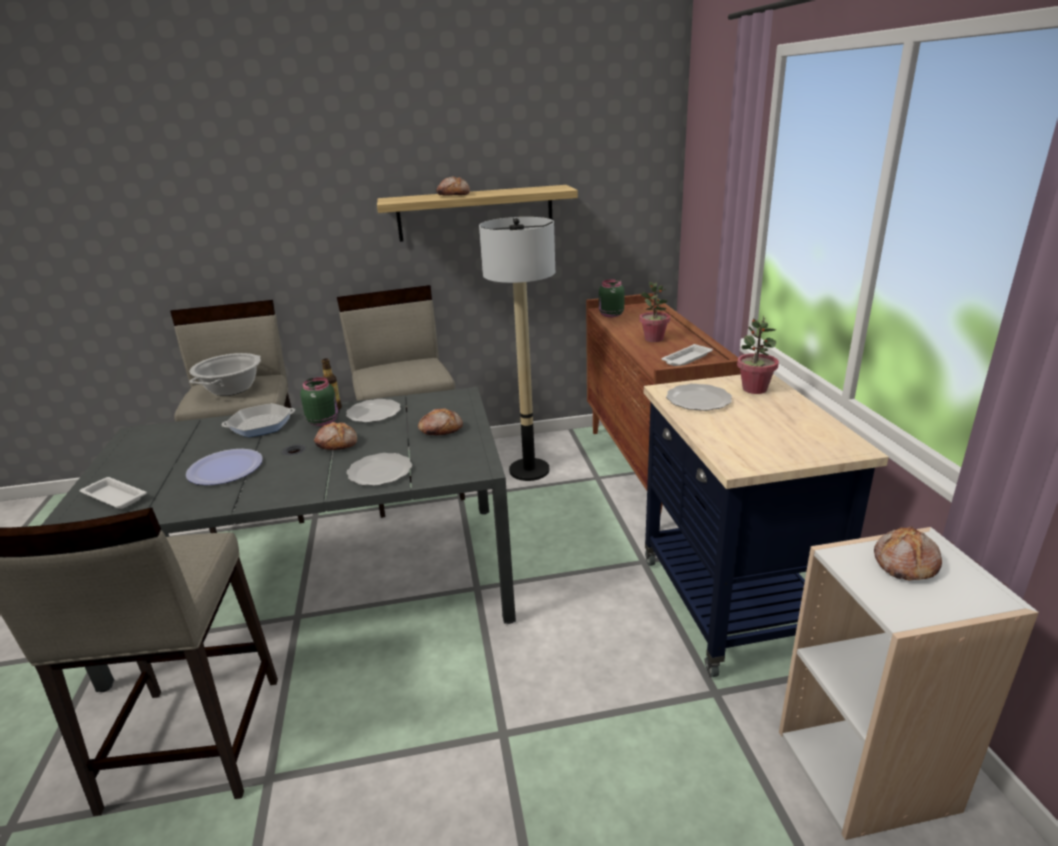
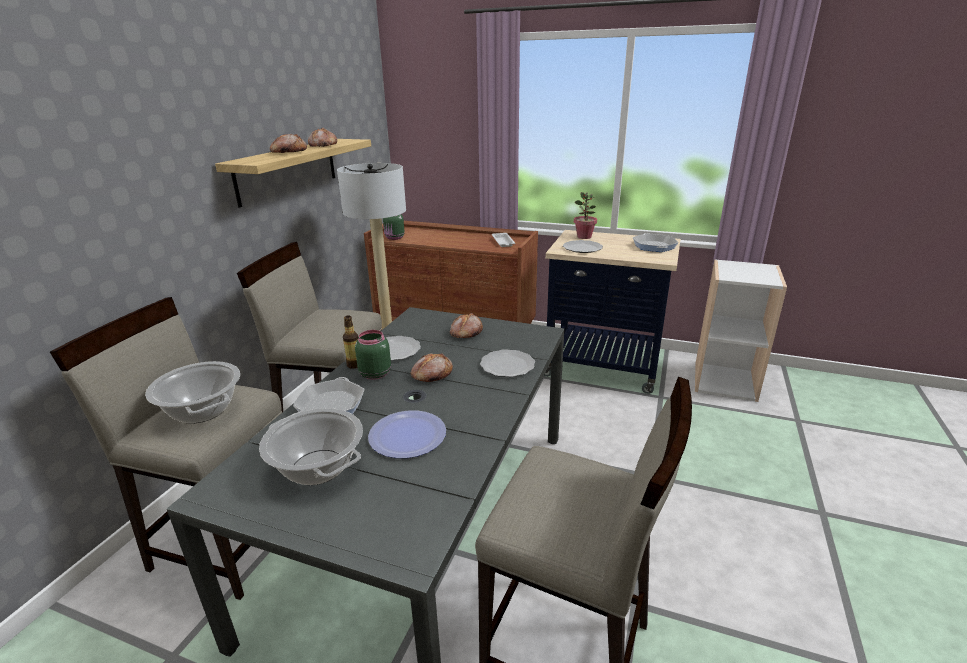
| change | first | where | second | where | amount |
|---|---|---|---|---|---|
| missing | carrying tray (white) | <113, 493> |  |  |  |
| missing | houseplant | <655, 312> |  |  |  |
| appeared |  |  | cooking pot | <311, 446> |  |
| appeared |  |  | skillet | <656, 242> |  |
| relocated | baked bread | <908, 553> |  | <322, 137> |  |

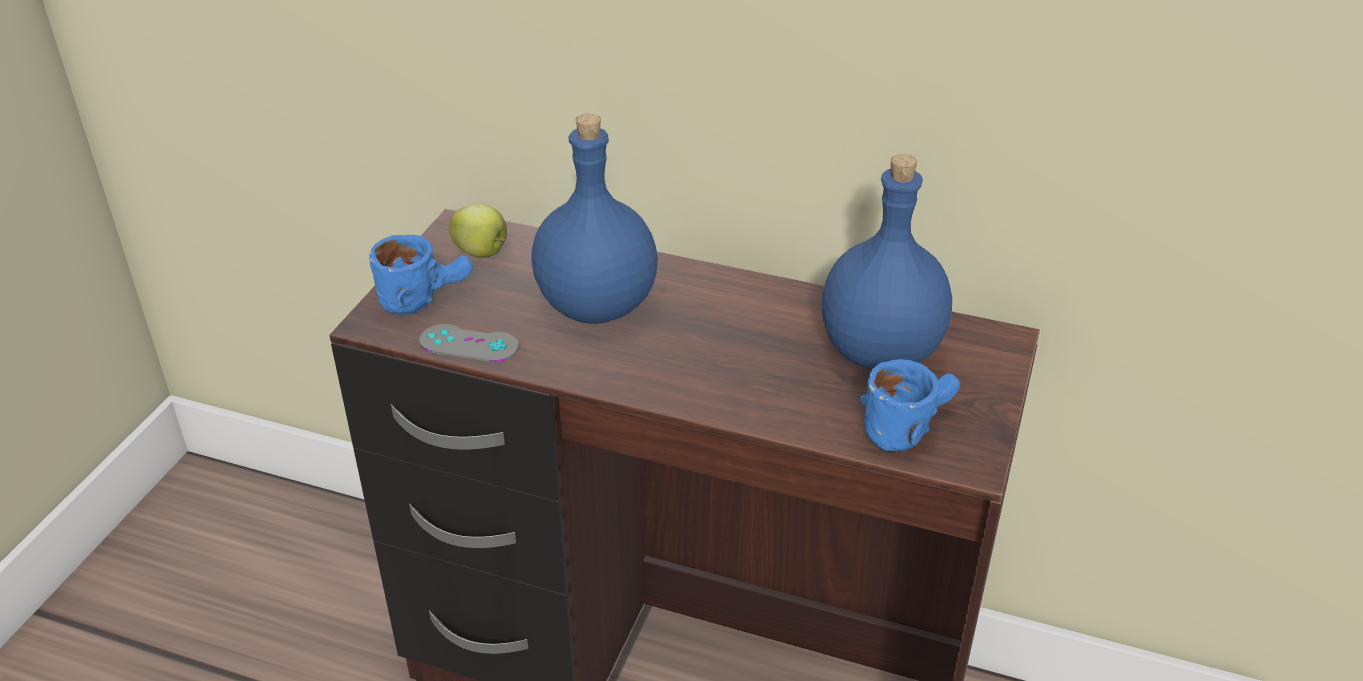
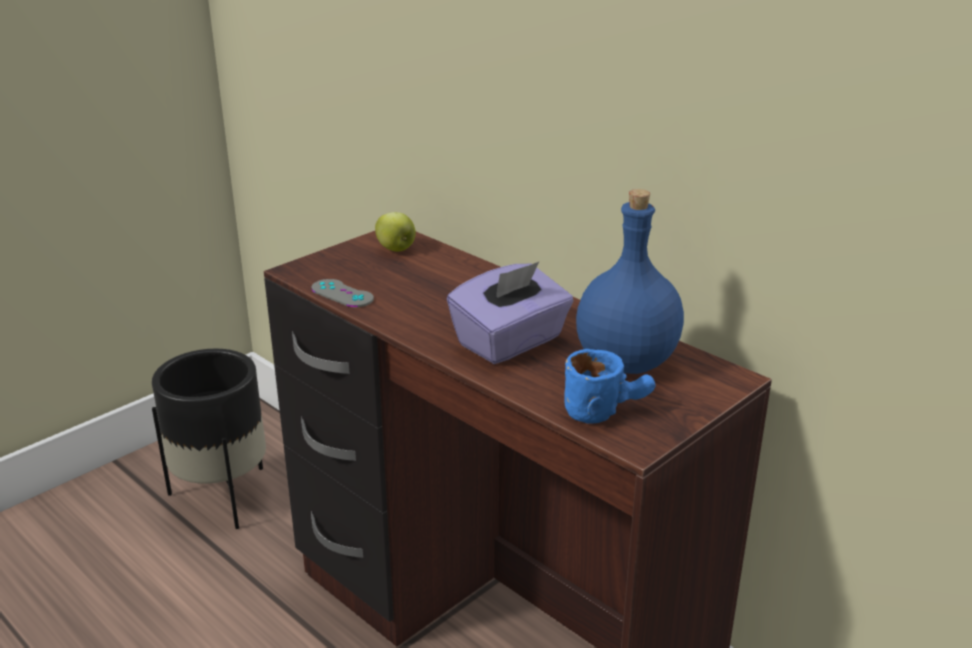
| change | first | where | second | where | amount |
|---|---|---|---|---|---|
| missing | coffee mug (blue-coloured) | <421, 275> |  |  |  |
| missing | beverage bottle (blue-coloured) | <594, 218> |  |  |  |
| appeared |  |  | planter (blackish) | <209, 439> |  |
| appeared |  |  | tissue box (purple-coloured) | <510, 313> |  |

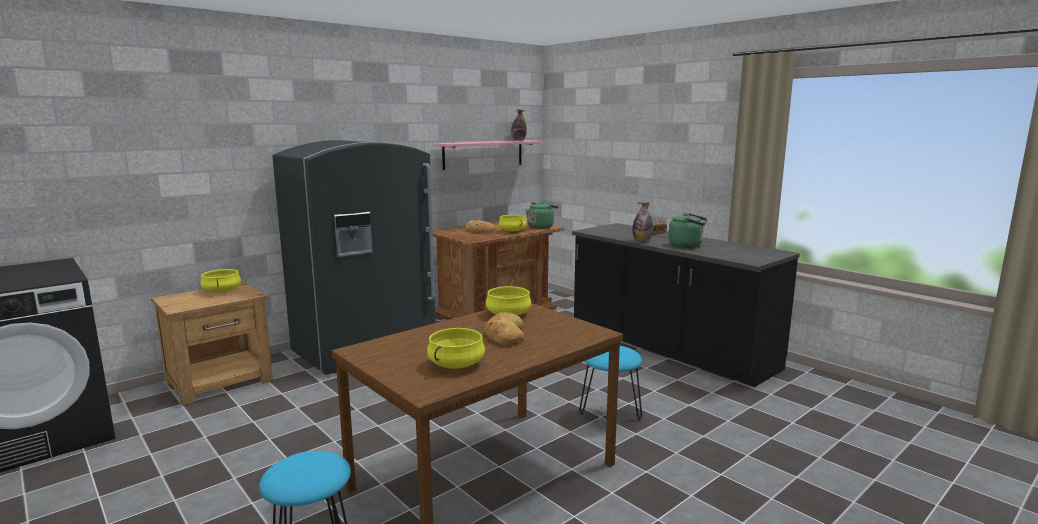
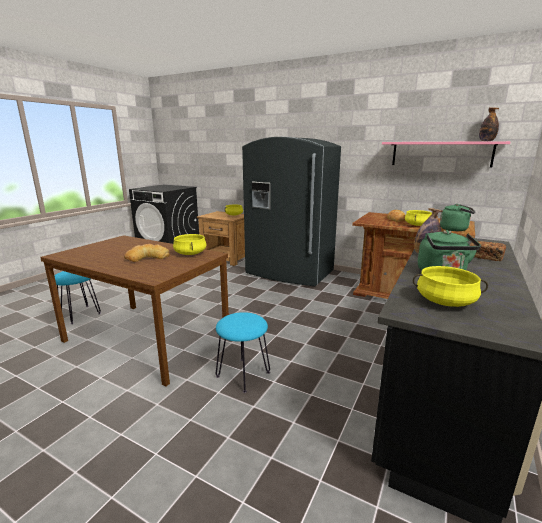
| change | first | where | second | where | amount |
|---|---|---|---|---|---|
| relocated | cooking pot (yellow) | <456, 348> |  | <450, 286> |  |

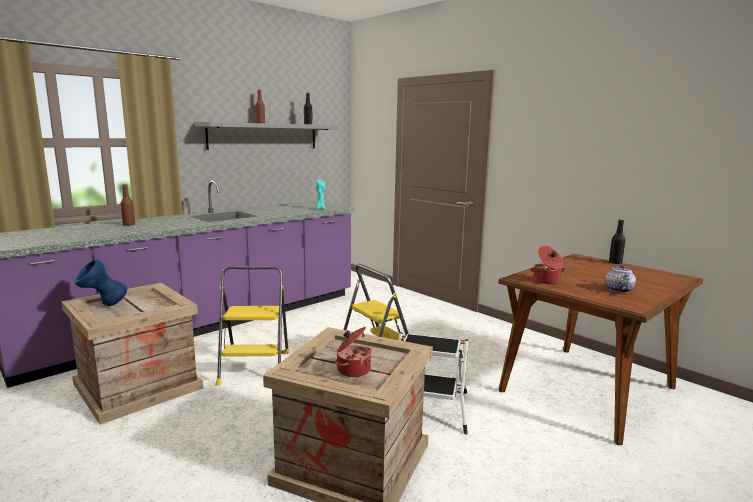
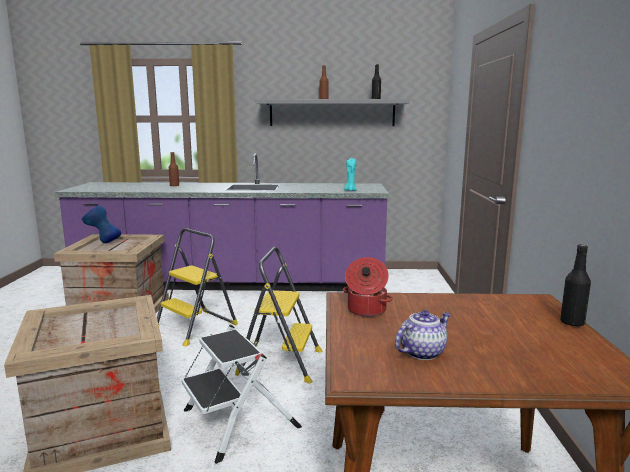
| change | first | where | second | where | amount |
|---|---|---|---|---|---|
| missing | cooking pot | <353, 352> |  |  |  |

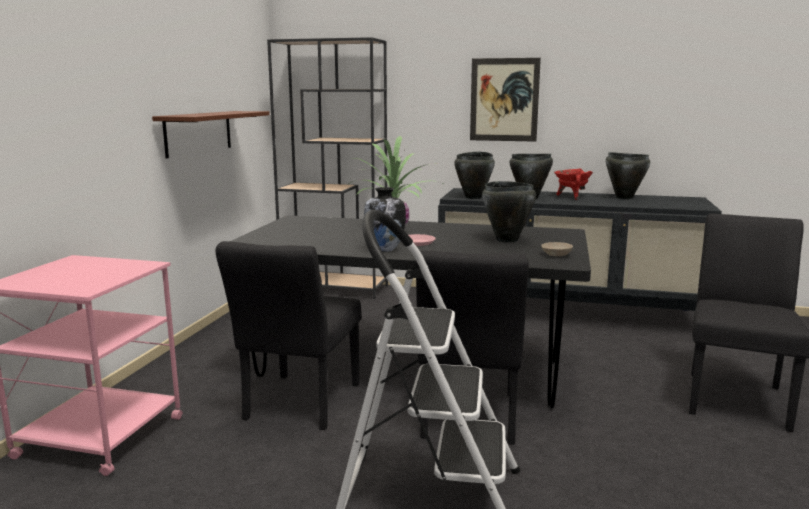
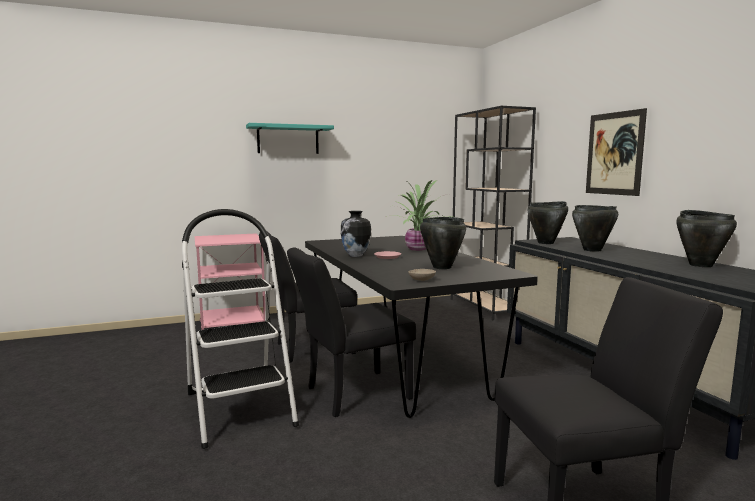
| change | first | where | second | where | amount |
|---|---|---|---|---|---|
| missing | shelf (brown) | <211, 134> |  |  |  |
| missing | cooking pot (red-coloured) | <573, 184> |  |  |  |
| appeared |  |  | shelf (blue-green) | <290, 138> |  |

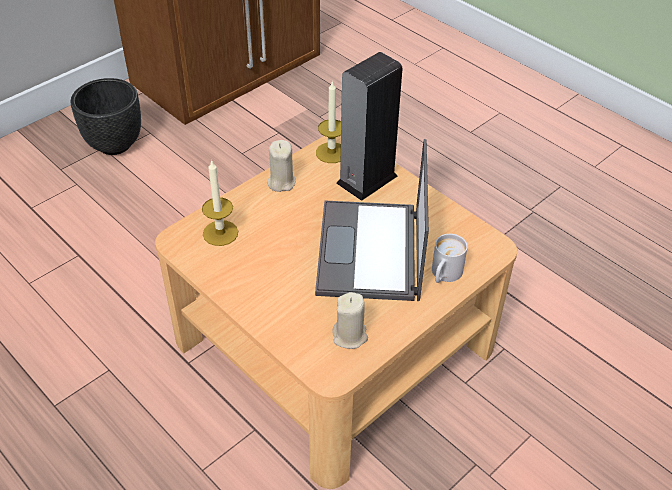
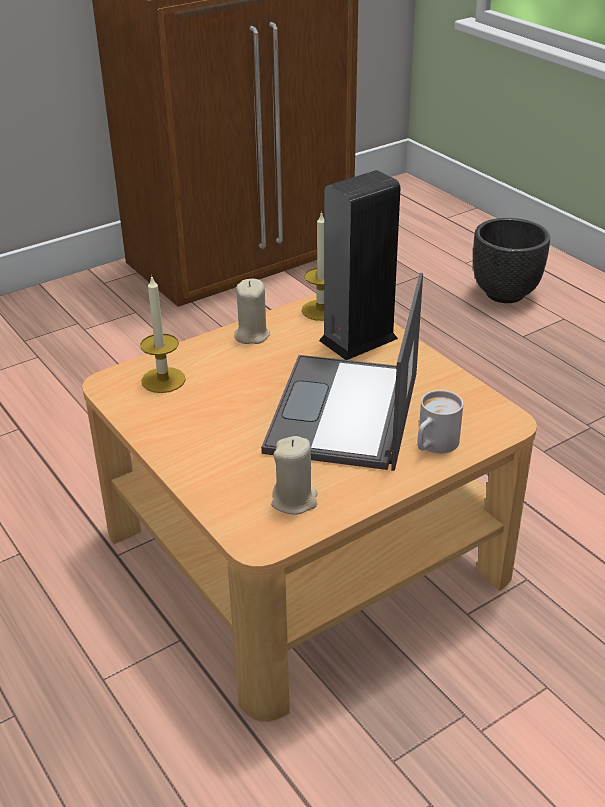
| change | first | where | second | where | amount |
|---|---|---|---|---|---|
| relocated | planter (blackish) | <105, 116> |  | <511, 260> |  |

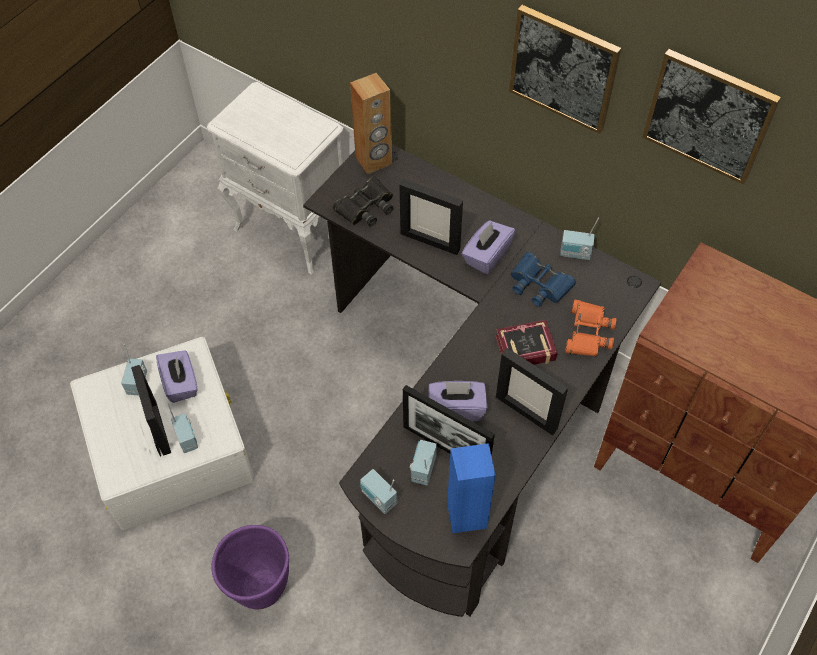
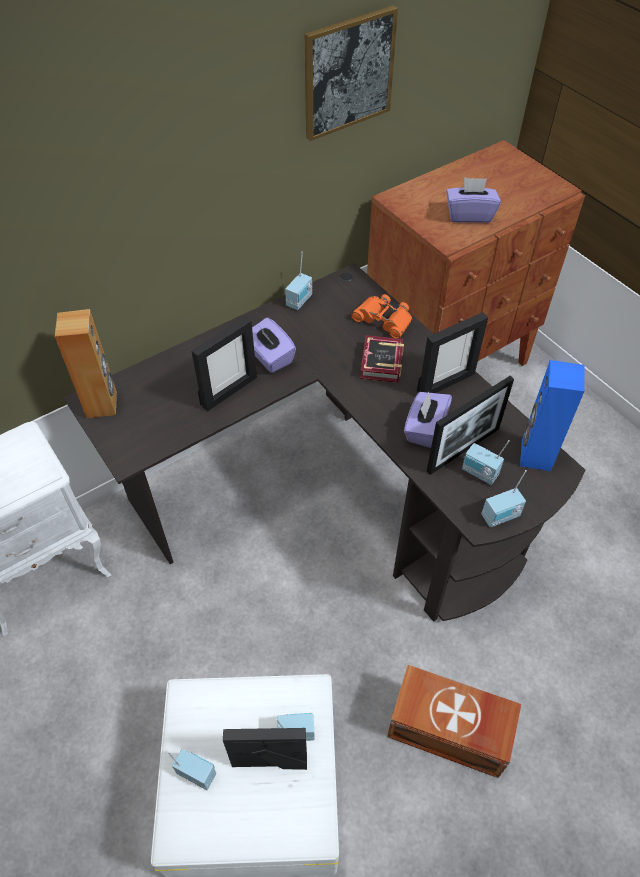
| change | first | where | second | where | amount |
|---|---|---|---|---|---|
| missing | pair of binoculars (blackish) | <363, 201> |  |  |  |
| missing | wall picture | <565, 69> |  |  |  |
| missing | pair of binoculars (blue-coloured) | <543, 279> |  |  |  |
| relocated | tissue box (purple-coloured) | <177, 376> |  | <473, 200> |  |
| exchanged | planter (purple-coloured) | <250, 567> | storage box (brown) | <454, 721> |  |

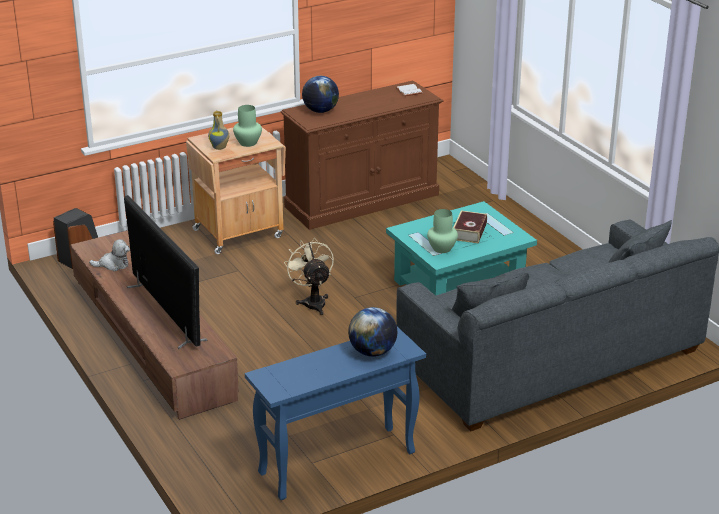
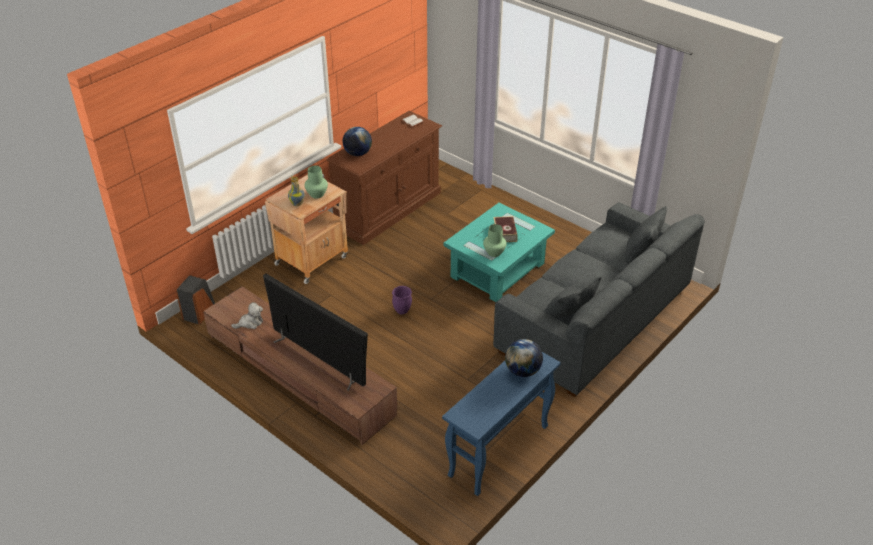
| change | first | where | second | where | amount |
|---|---|---|---|---|---|
| exchanged | fan (sand-coloured) | <309, 276> | planter (purple-coloured) | <402, 300> |  |

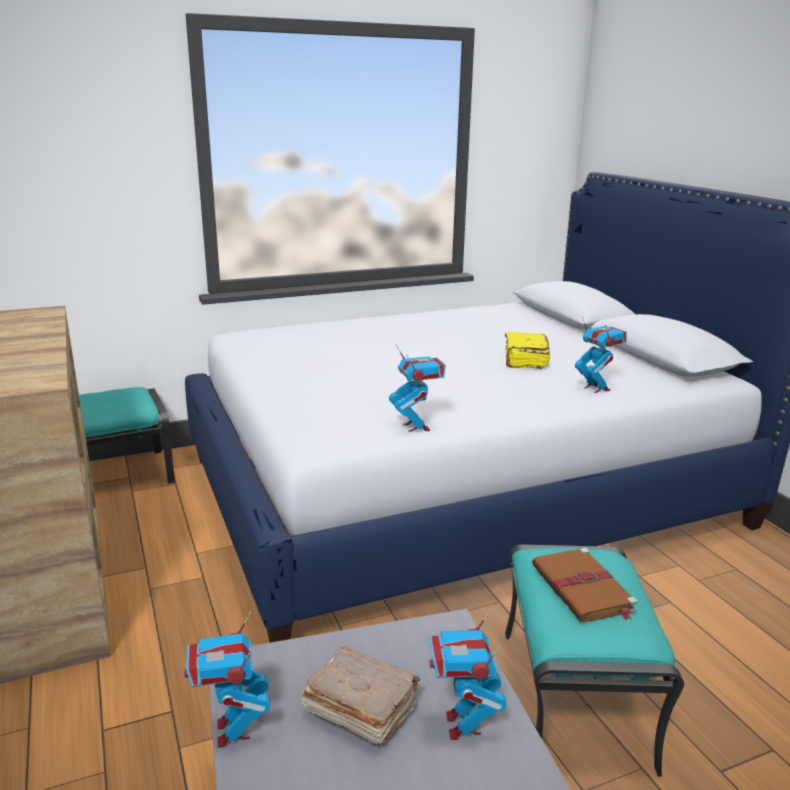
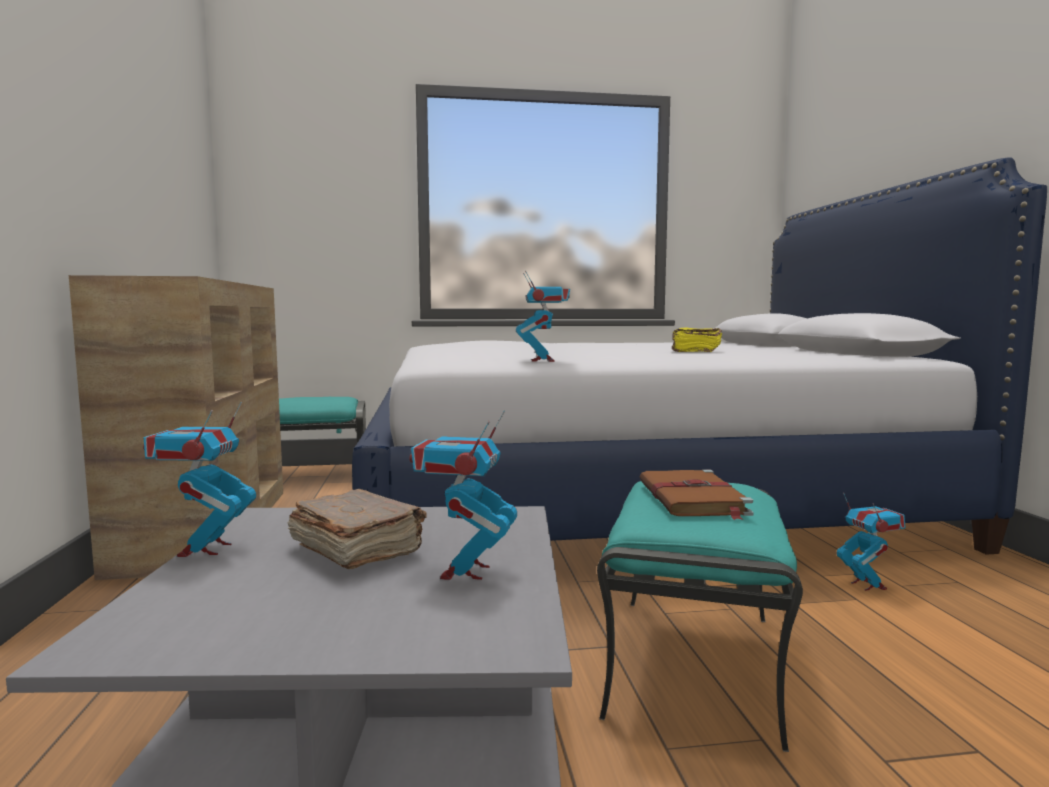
| change | first | where | second | where | amount |
|---|---|---|---|---|---|
| relocated | toy robot | <601, 354> |  | <871, 542> |  |

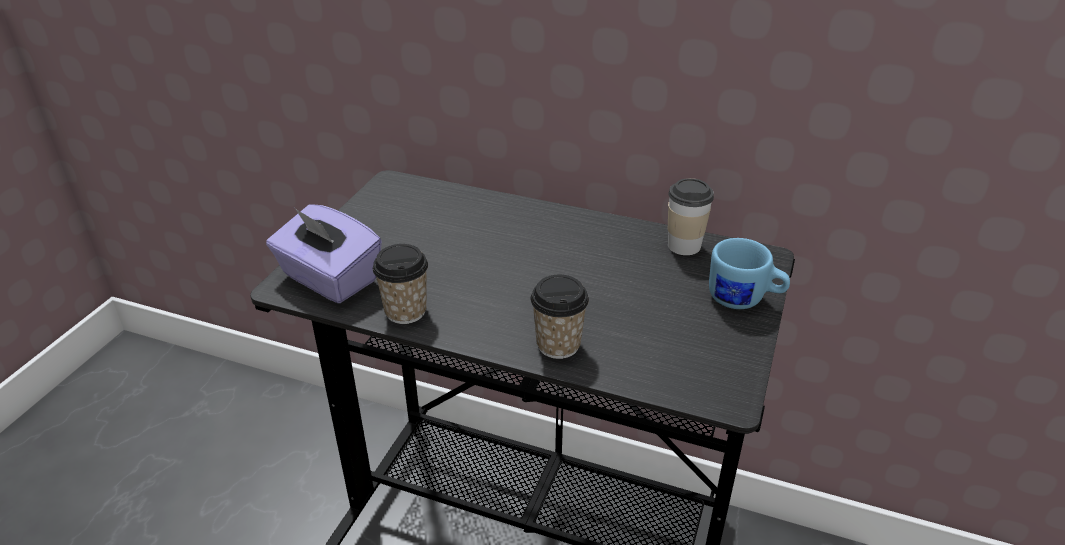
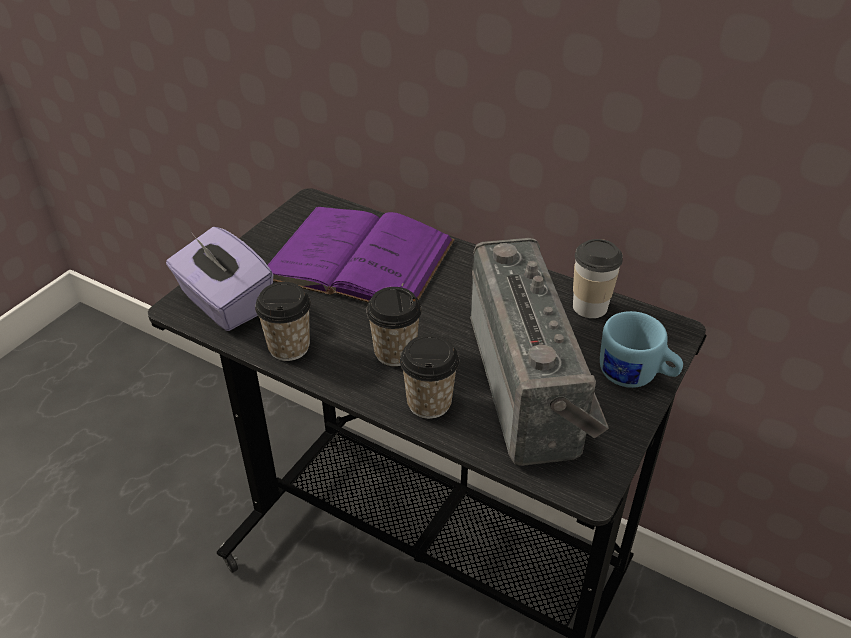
| change | first | where | second | where | amount |
|---|---|---|---|---|---|
| appeared |  |  | volume (purple-coloured) | <361, 255> |  |
| appeared |  |  | drinking cup | <394, 326> |  |
| appeared |  |  | radio receiver | <539, 352> |  |

